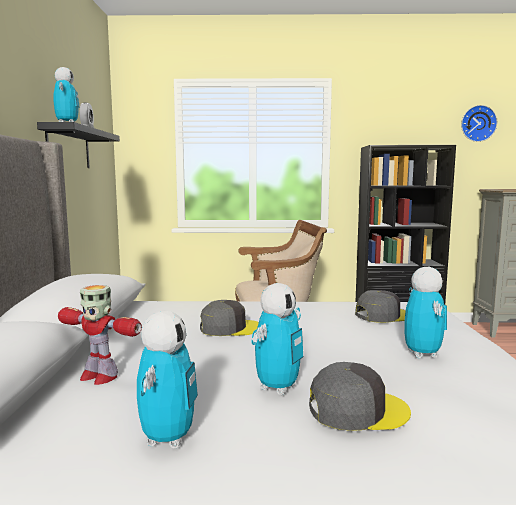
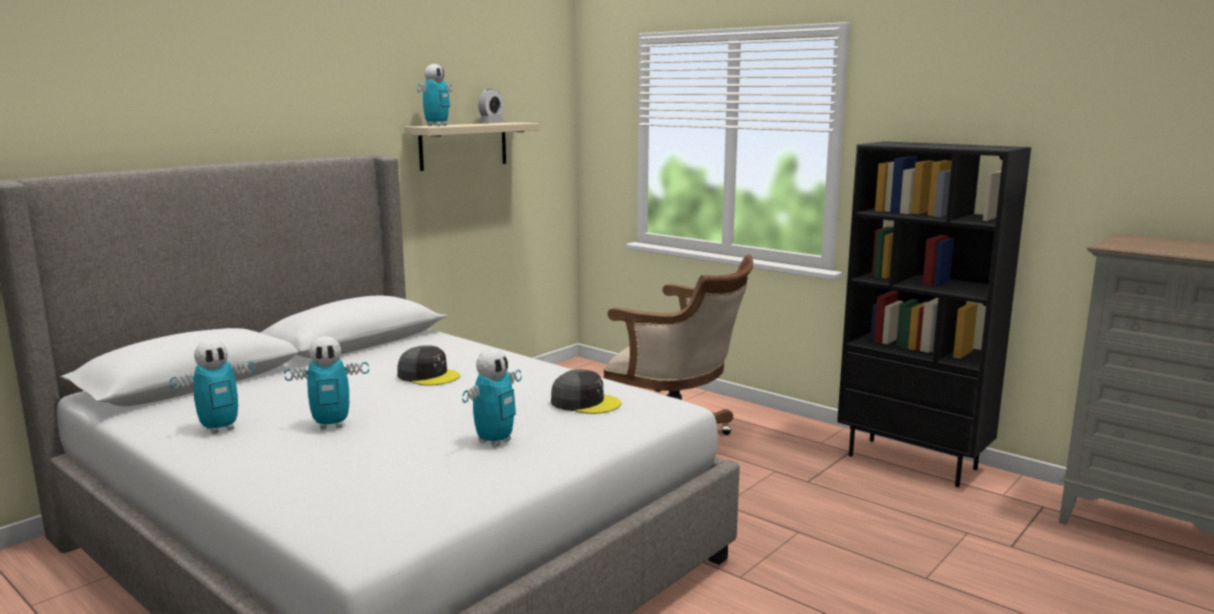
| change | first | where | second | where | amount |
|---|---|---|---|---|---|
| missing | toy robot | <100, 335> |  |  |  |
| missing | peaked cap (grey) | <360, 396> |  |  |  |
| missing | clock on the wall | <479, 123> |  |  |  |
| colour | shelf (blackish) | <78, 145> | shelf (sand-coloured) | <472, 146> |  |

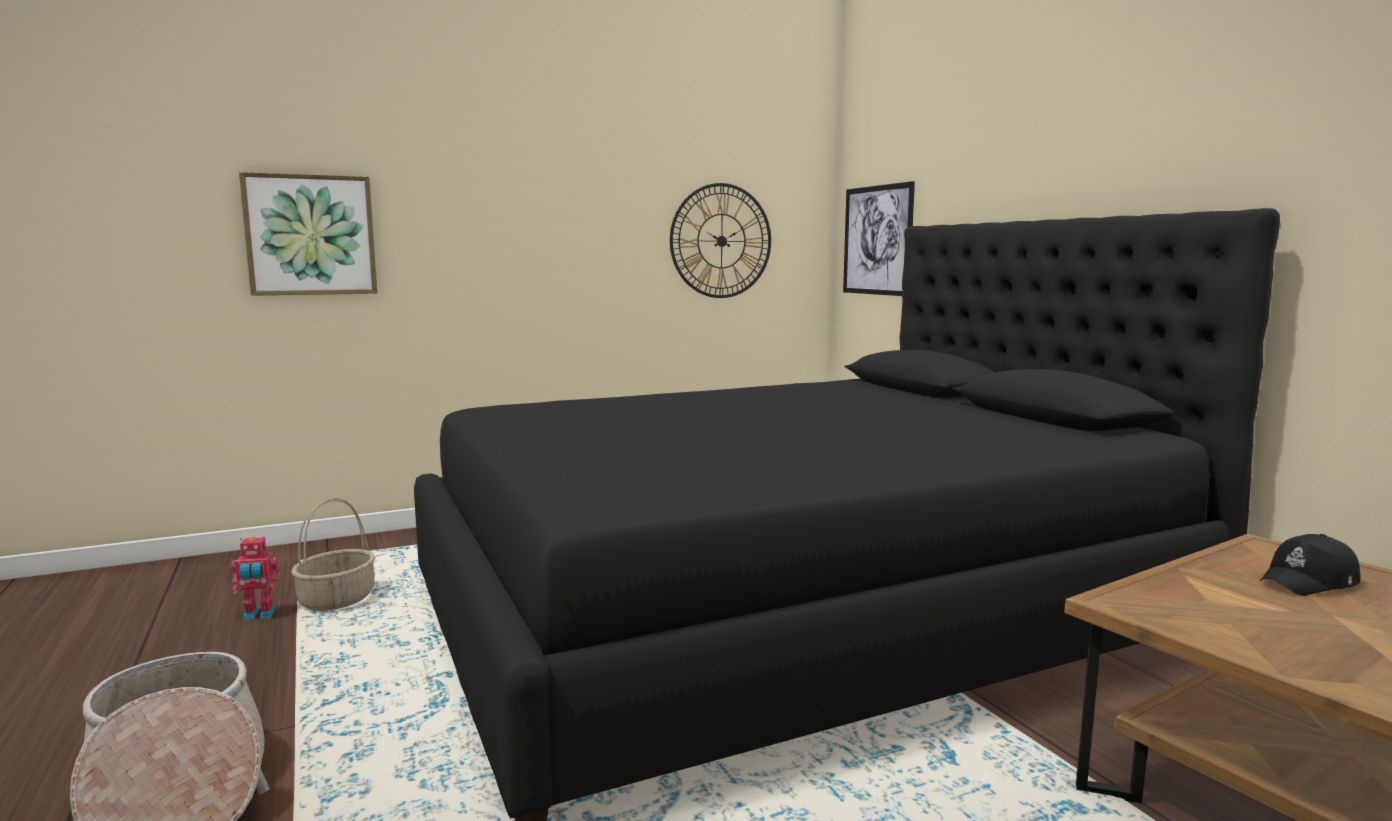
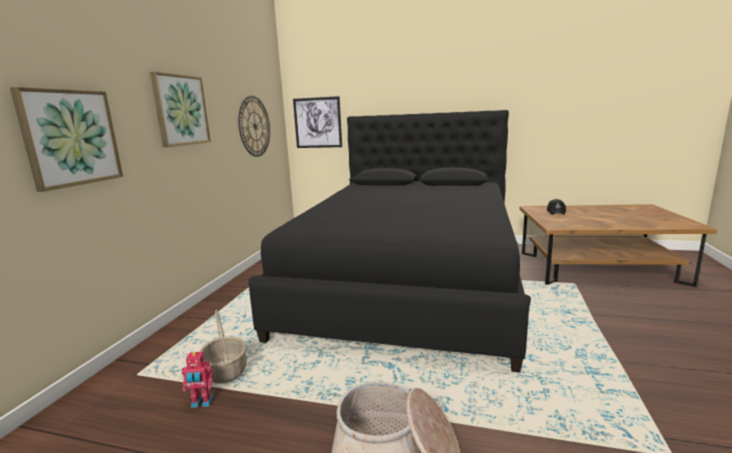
| change | first | where | second | where | amount |
|---|---|---|---|---|---|
| appeared |  |  | wall picture | <180, 109> |  |
| spun | toy robot | <255, 578> |  | <197, 380> | 60 degrees clockwise |

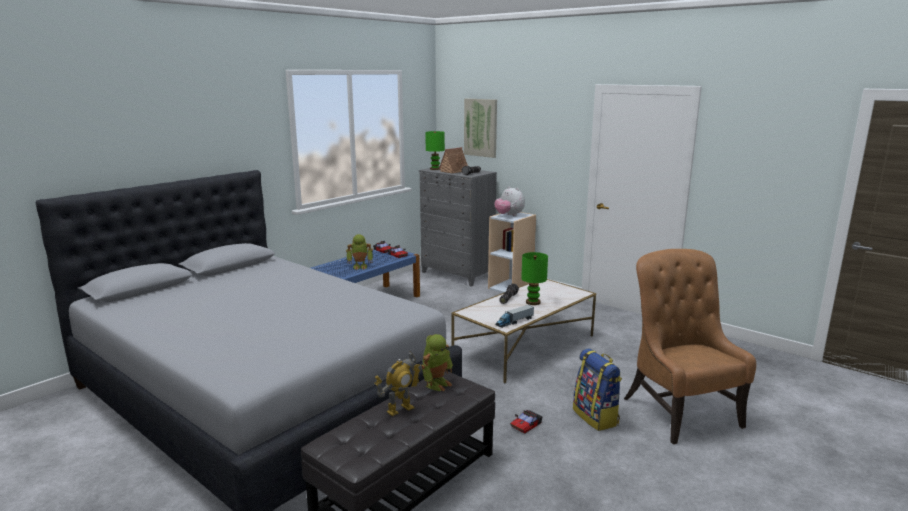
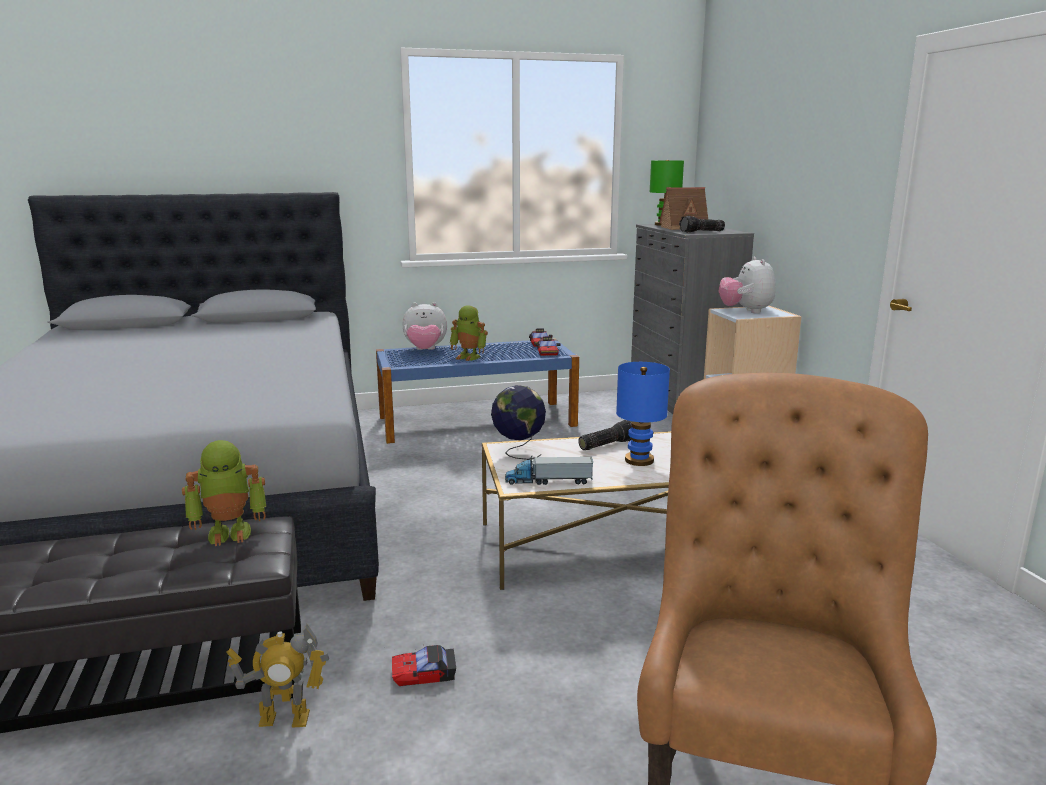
| change | first | where | second | where | amount |
|---|---|---|---|---|---|
| missing | wall picture | <480, 128> |  |  |  |
| missing | backpack | <597, 389> |  |  |  |
| appeared |  |  | cuddly toy | <424, 326> |  |
| appeared |  |  | world globe | <518, 422> |  |
| relocated | toy robot | <398, 384> |  | <278, 676> |  |
| colour | tabletop lamp (greenish) | <534, 278> | tabletop lamp (blue-coloured) | <643, 414> |  |

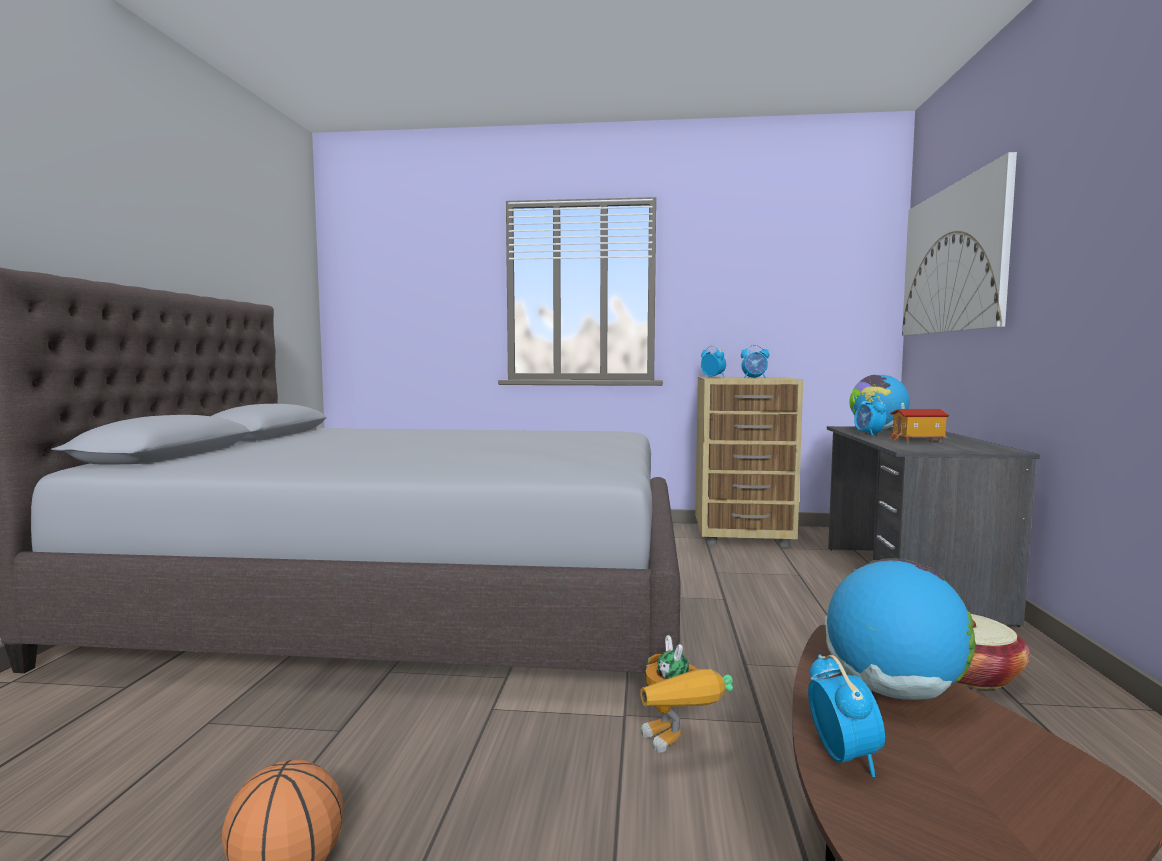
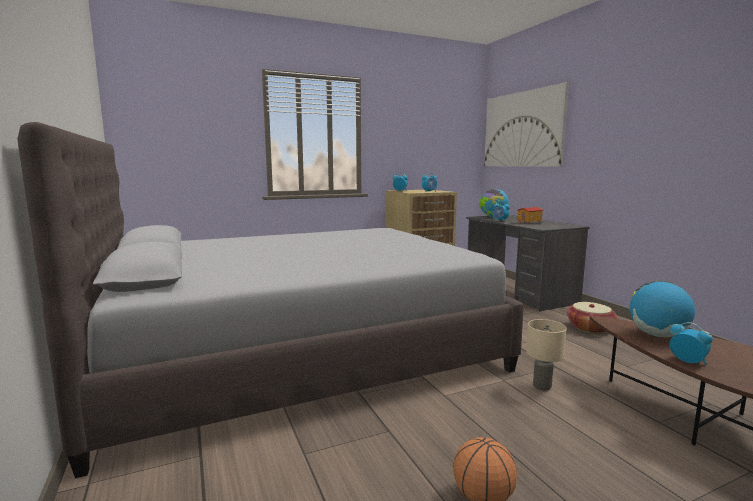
| change | first | where | second | where | amount |
|---|---|---|---|---|---|
| exchanged | toy robot | <686, 693> | tabletop lamp (sand-coloured) | <546, 355> |  |

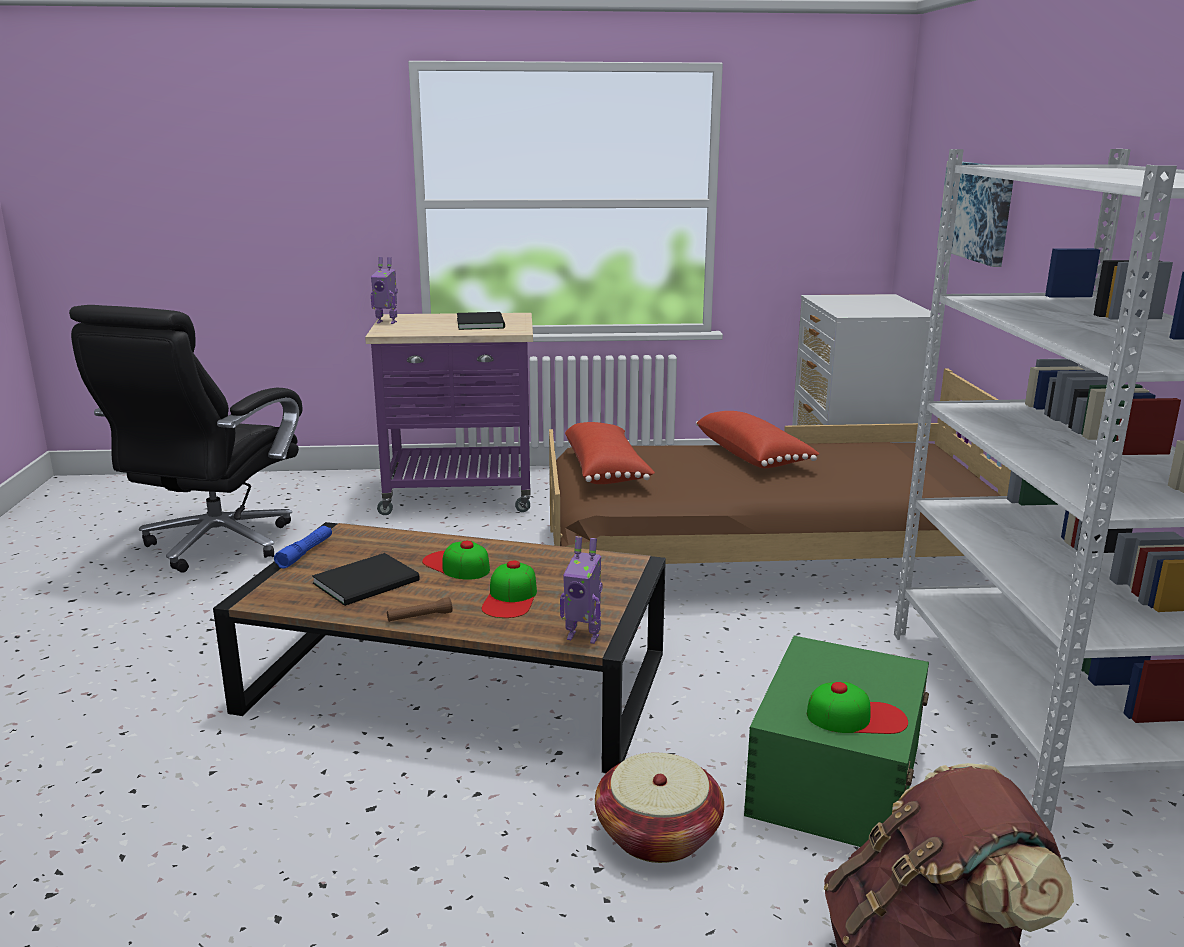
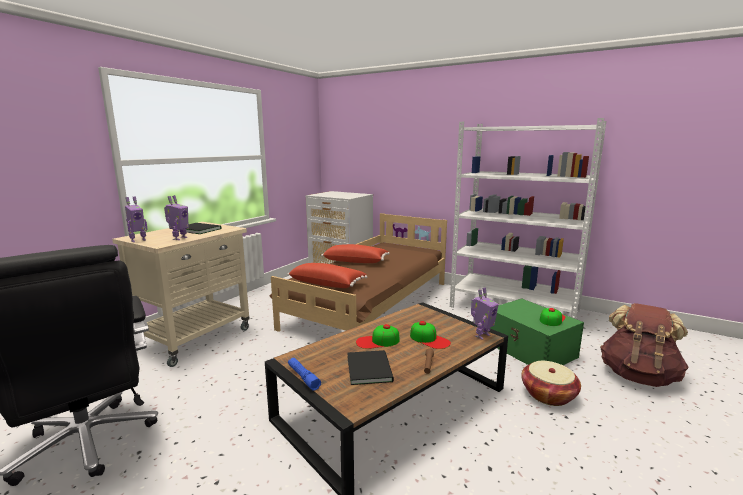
| change | first | where | second | where | amount |
|---|---|---|---|---|---|
| missing | wall picture | <975, 214> |  |  |  |
| appeared |  |  | toy robot | <176, 217> |  |
| colour | trolley (purple-coloured) | <449, 414> | trolley (sand-coloured) | <181, 294> |  |

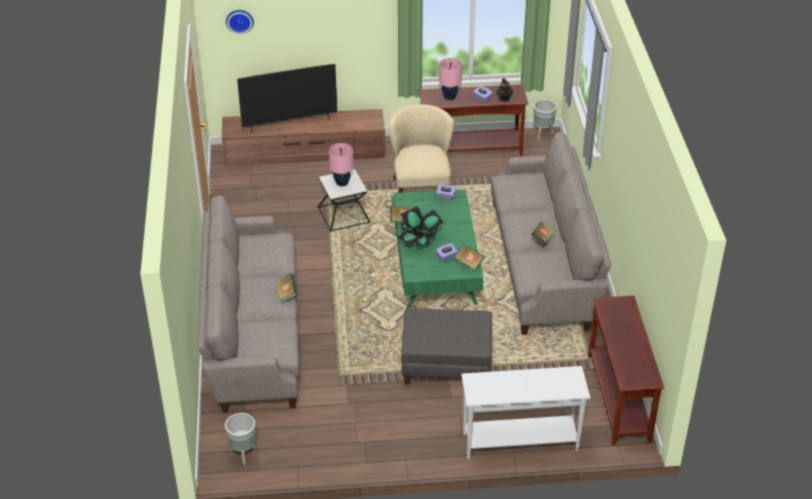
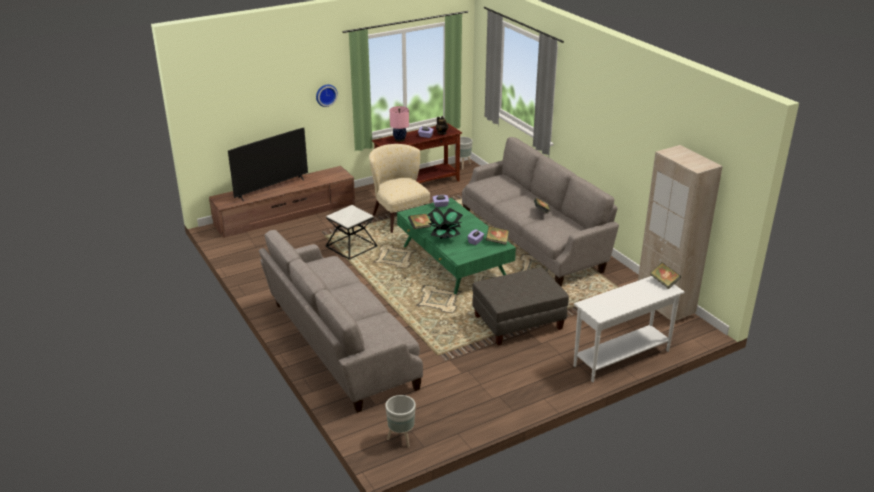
| change | first | where | second | where | amount |
|---|---|---|---|---|---|
| missing | tabletop lamp (pink) | <341, 164> |  |  |  |
| relocated | clock on the wall | <240, 22> |  | <327, 96> |  |
| relocated | volume | <286, 288> |  | <666, 275> |  |
| exchanged | console table (brown) | <626, 370> | cupboard (sand-coloured) | <680, 233> |  |

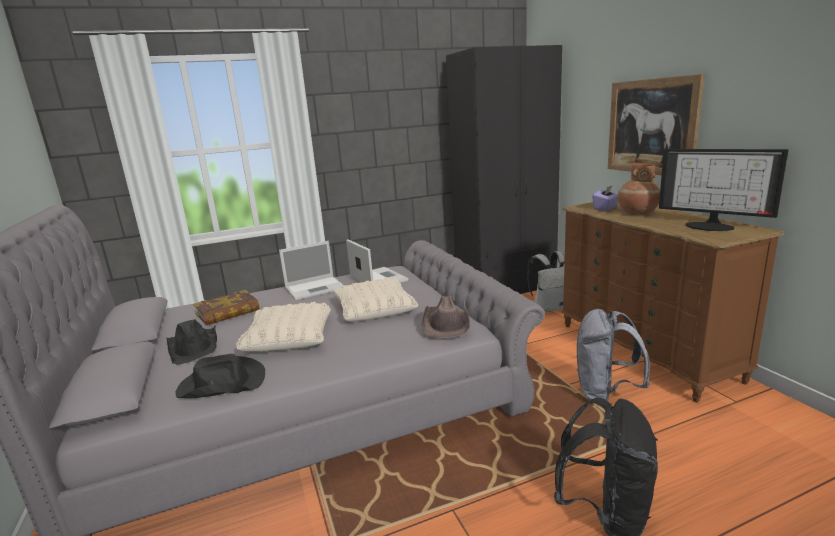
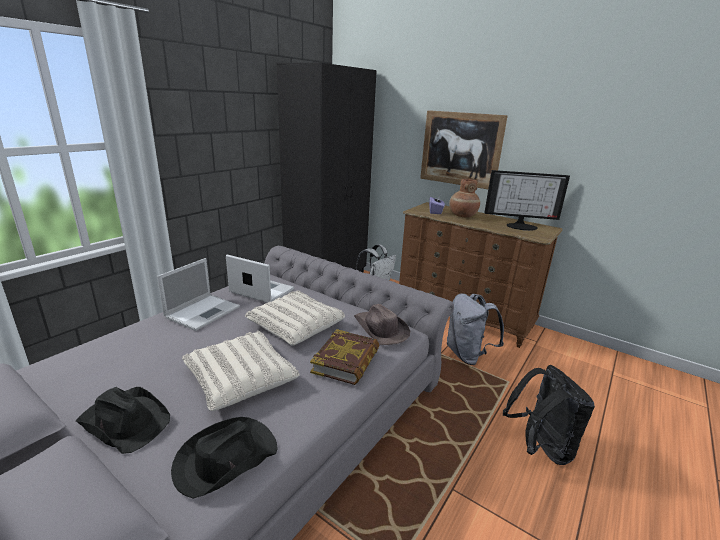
| change | first | where | second | where | amount |
|---|---|---|---|---|---|
| relocated | volume | <226, 307> |  | <345, 357> |  |

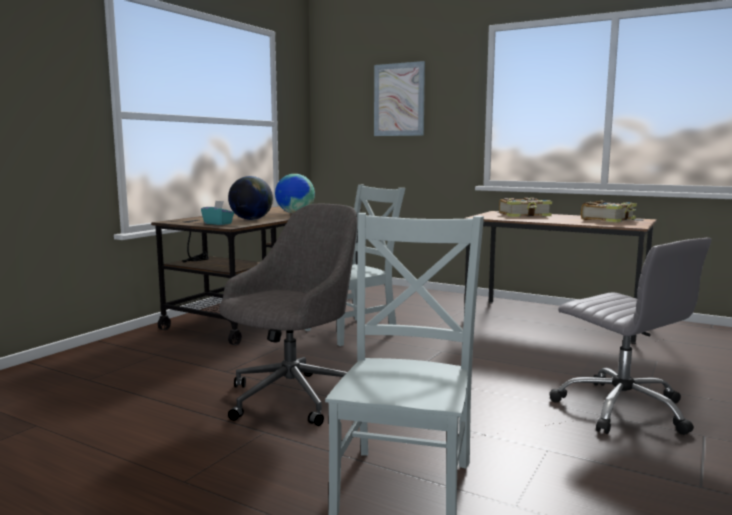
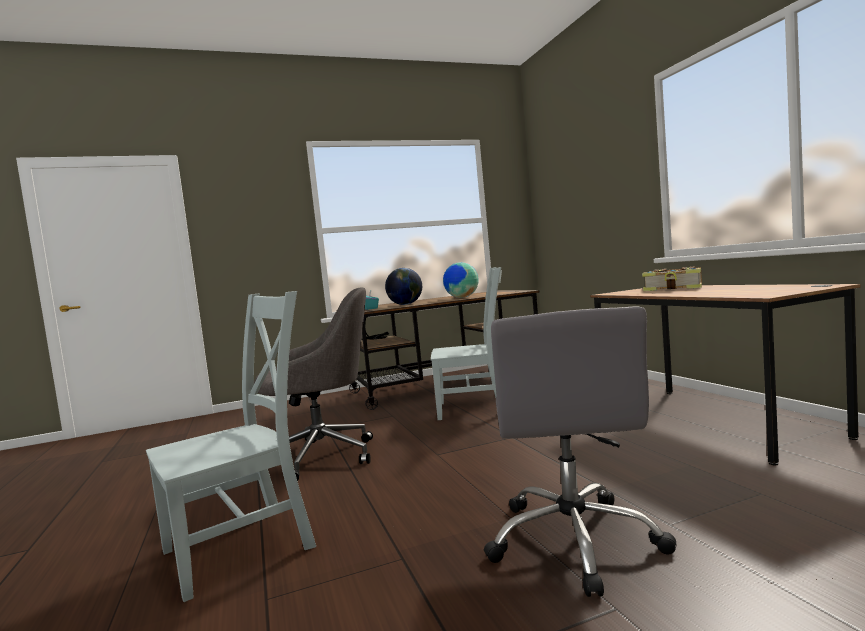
| change | first | where | second | where | amount |
|---|---|---|---|---|---|
| missing | wall picture | <399, 98> |  |  |  |
| missing | volume | <609, 212> |  |  |  |

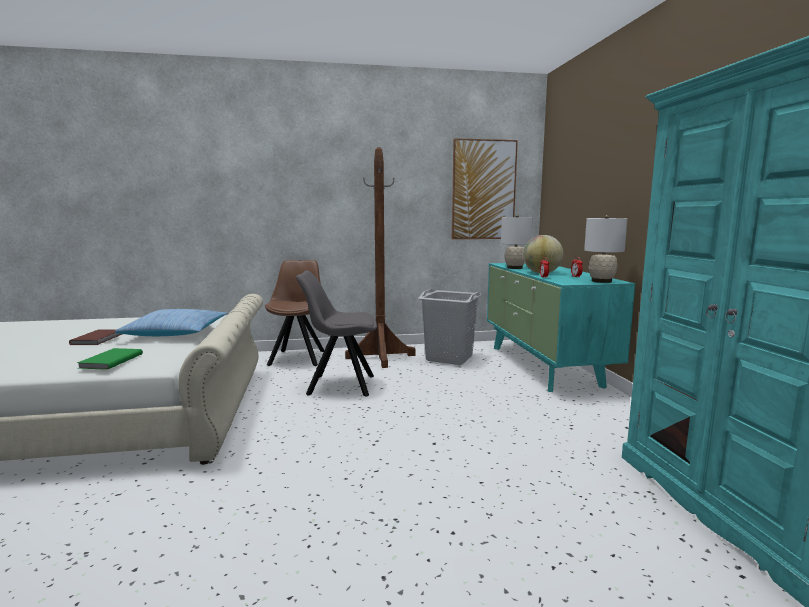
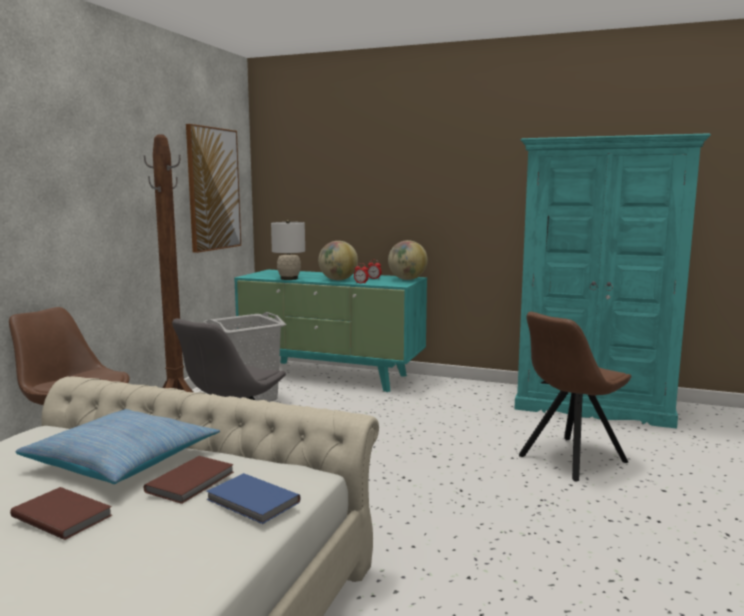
| change | first | where | second | where | amount |
|---|---|---|---|---|---|
| appeared |  |  | volume (brown) | <189, 480> |  |
| appeared |  |  | upright chair (brown) | <575, 396> |  |
| exchanged | tabletop lamp (white) | <605, 249> | world globe | <408, 260> |  |
| colour | volume (greenish) | <110, 359> | volume (blue-coloured) | <253, 498> |  |

